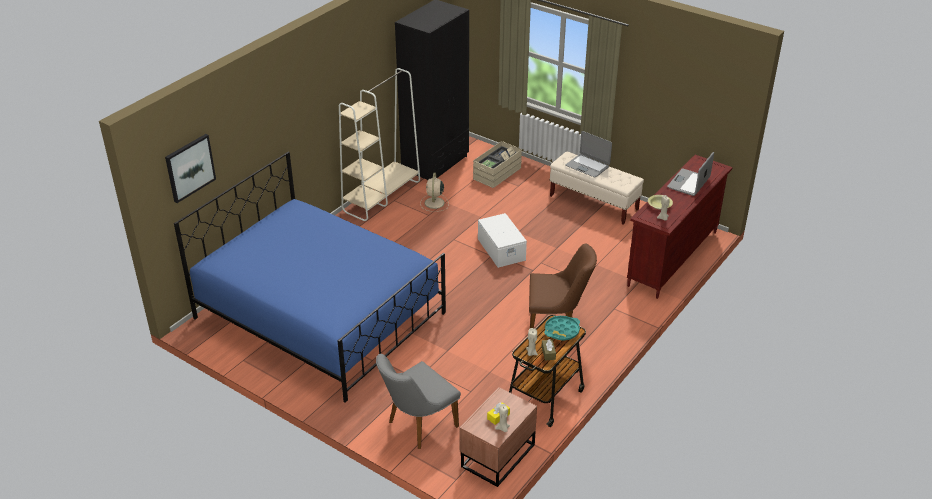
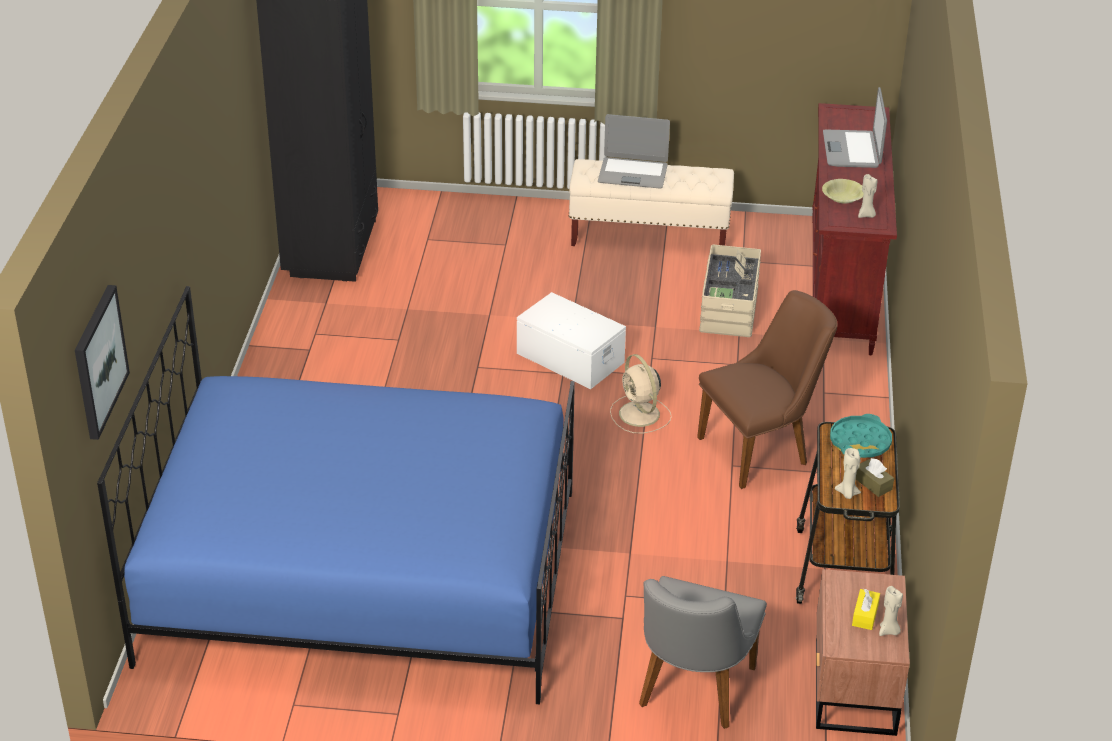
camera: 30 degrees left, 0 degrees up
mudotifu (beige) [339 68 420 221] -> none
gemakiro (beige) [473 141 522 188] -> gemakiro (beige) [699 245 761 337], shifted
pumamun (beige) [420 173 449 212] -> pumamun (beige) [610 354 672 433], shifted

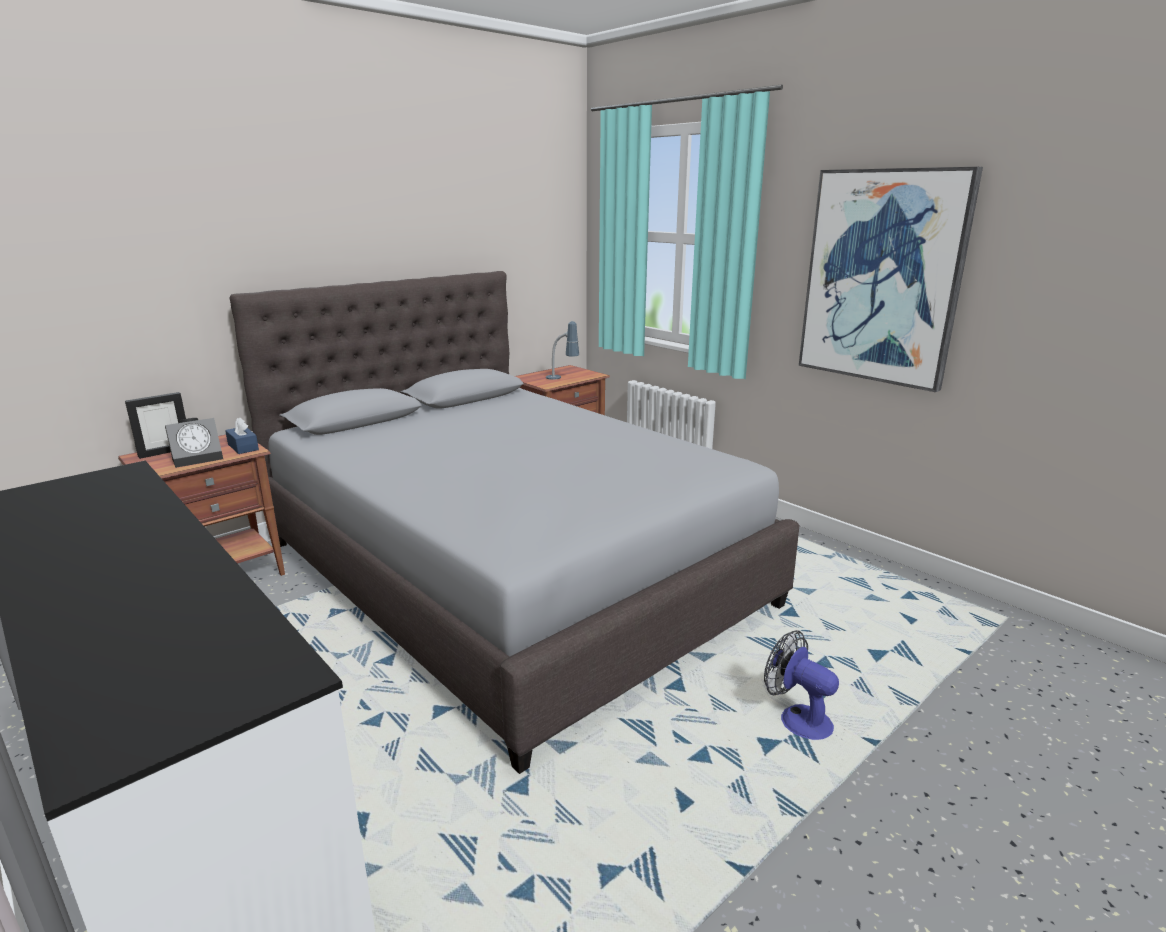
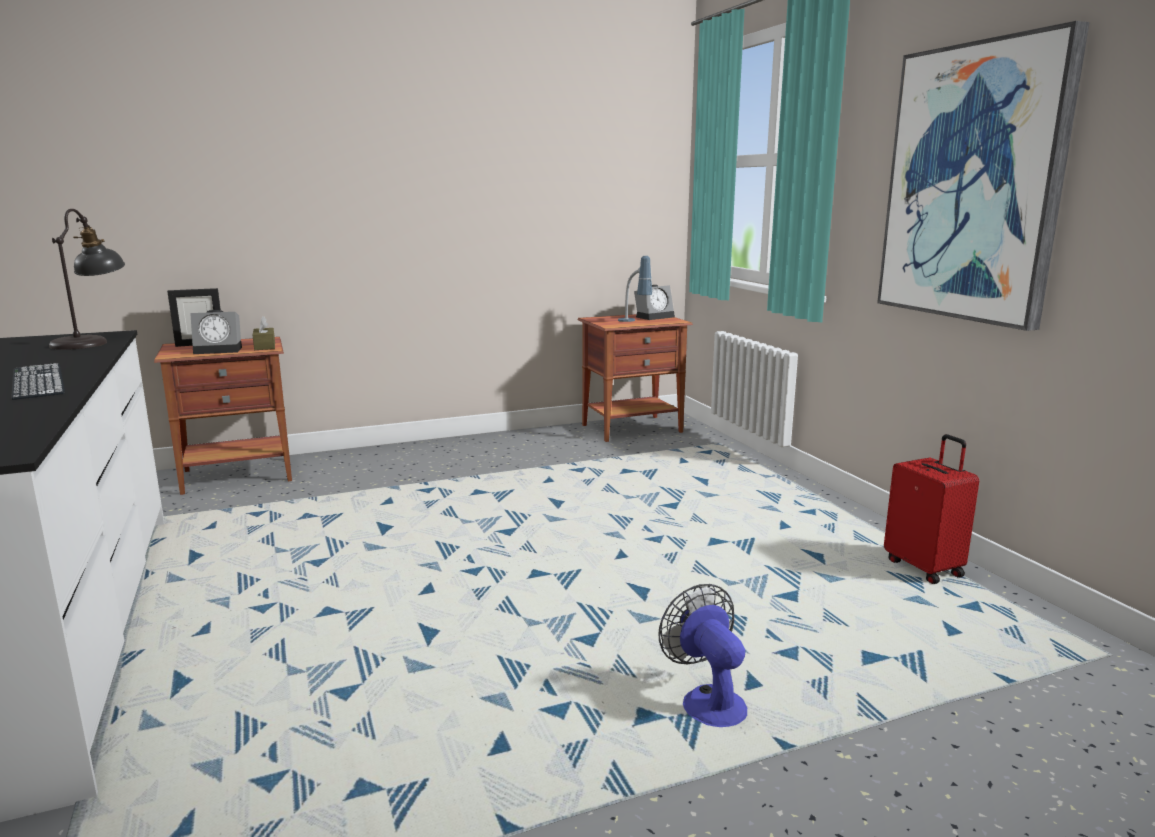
camera: 20 degrees right, 5 degrees down
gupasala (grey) [229 271 800 774] -> none
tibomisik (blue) [225 417 259 454] -> tibomisik (brown) [253 316 275 350]
none -> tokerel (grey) [49 209 125 350]
none -> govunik [634 285 675 320]
none -> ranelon [11 363 65 400]
none -> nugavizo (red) [884 434 979 584]

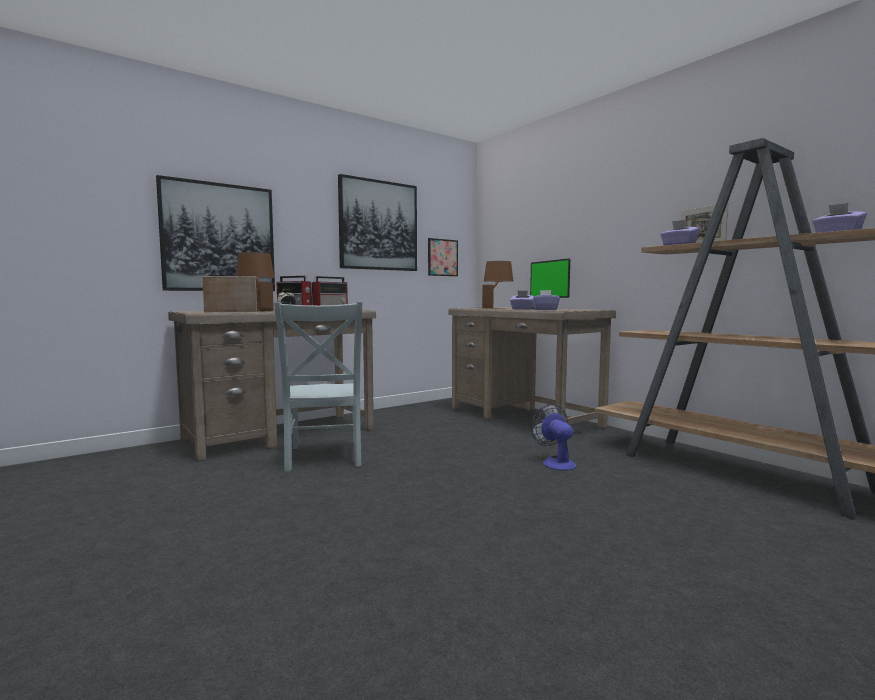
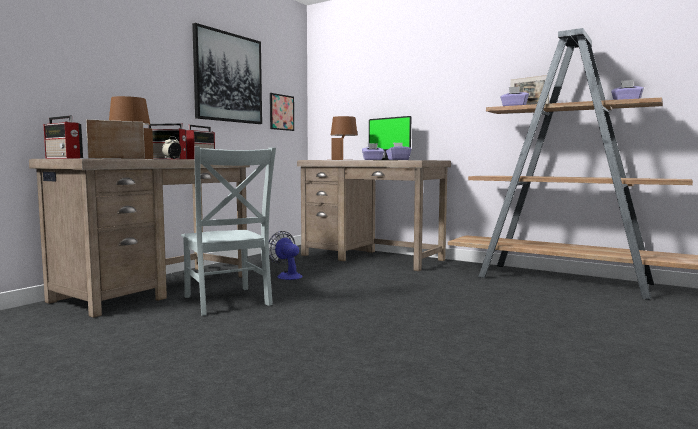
camera: 20 degrees left, 0 degrees up
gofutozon [156 175 275 291] -> none
pumamun [531 404 576 470] -> pumamun [269 231 302 280], shifted
none -> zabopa [44 115 83 159]

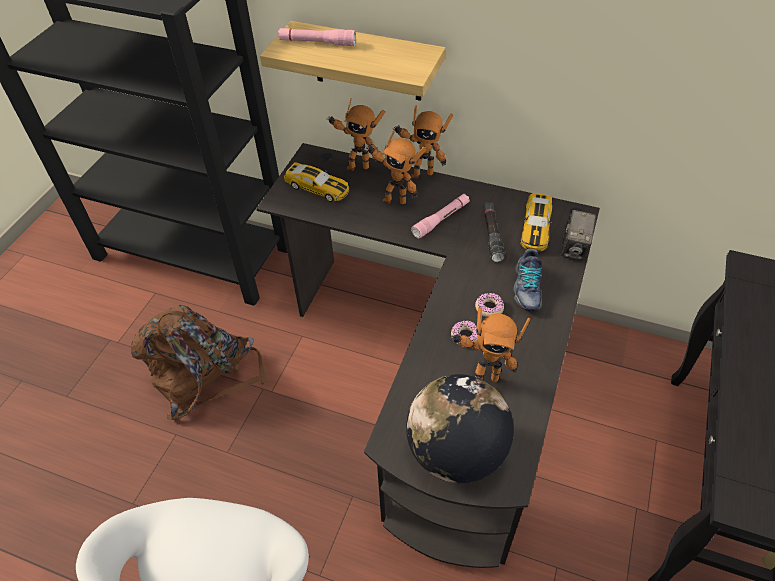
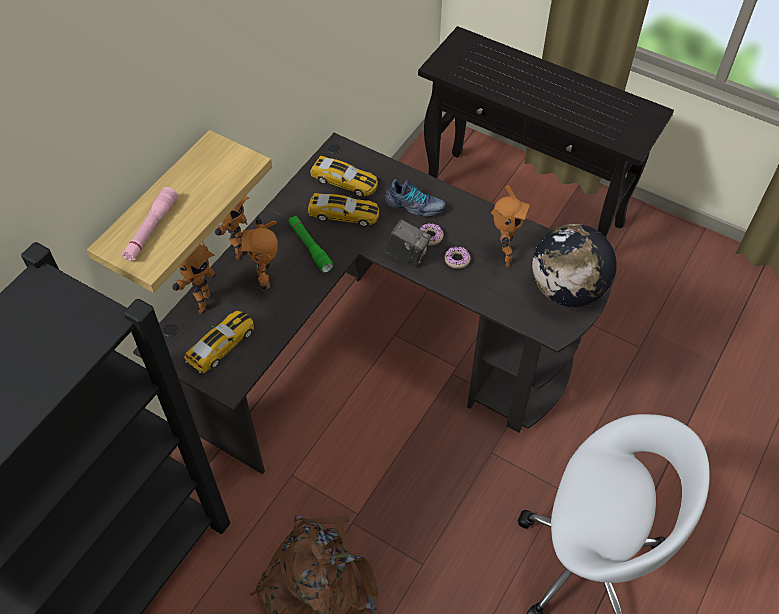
camera: 80 degrees left, 5 degrees up
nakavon [366 130 427 204] -> nakavon [241 216 278 291], 135 degrees clockwise
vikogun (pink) [411 194 470 238] -> vikogun (green) [288 216 334 273]
vikogun (black) [483 202 505 262] -> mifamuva [308 193 379 227]
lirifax [561 210 596 260] -> lirifax [385 220 431 268], shifted

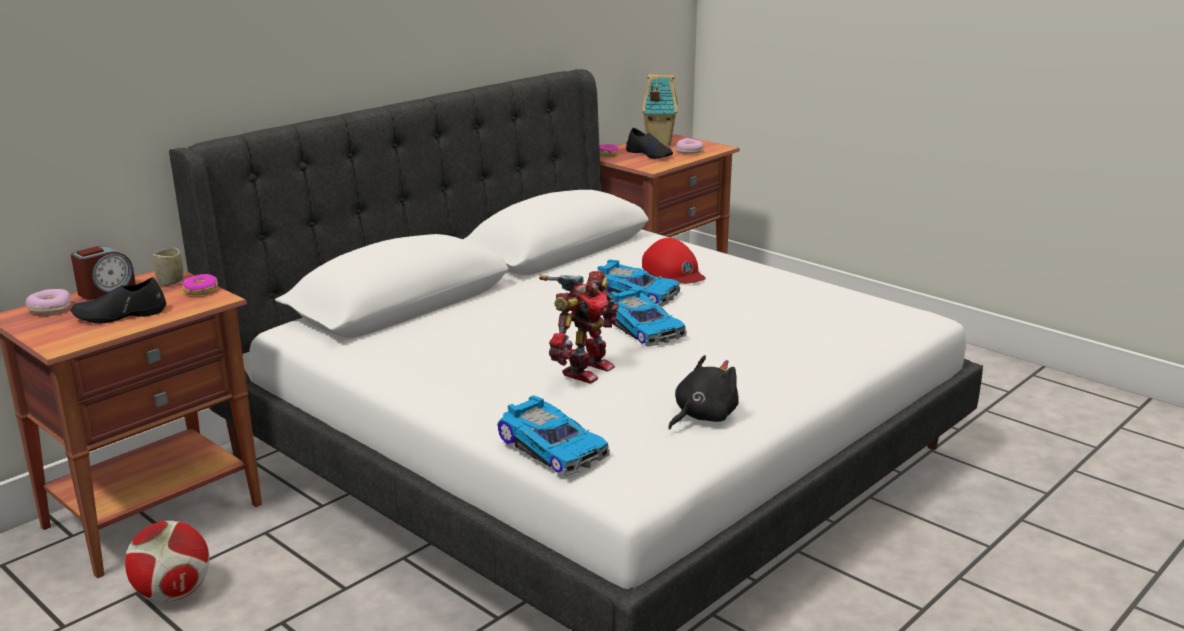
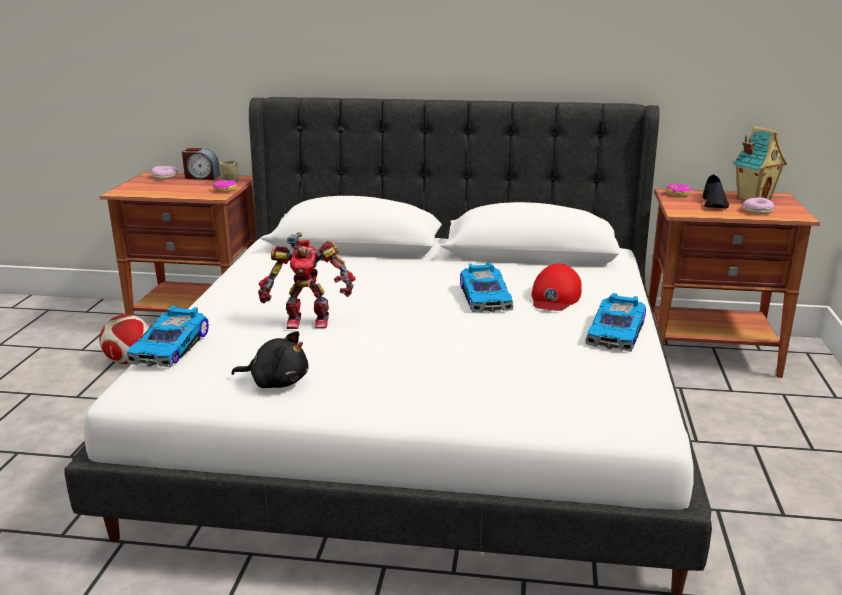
camera: 55 degrees right, 0 degrees up
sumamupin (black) [70 277 166 323] -> none
mifamuva [602 287 687 347] -> mifamuva [586 293 646 352], shifted

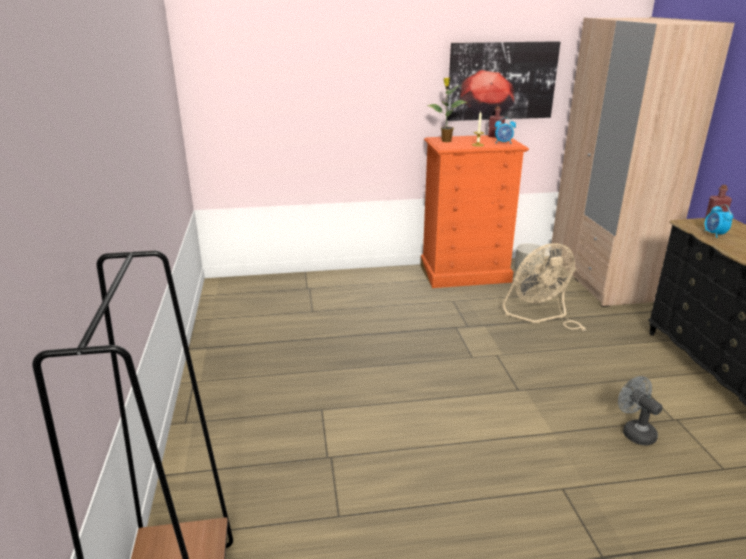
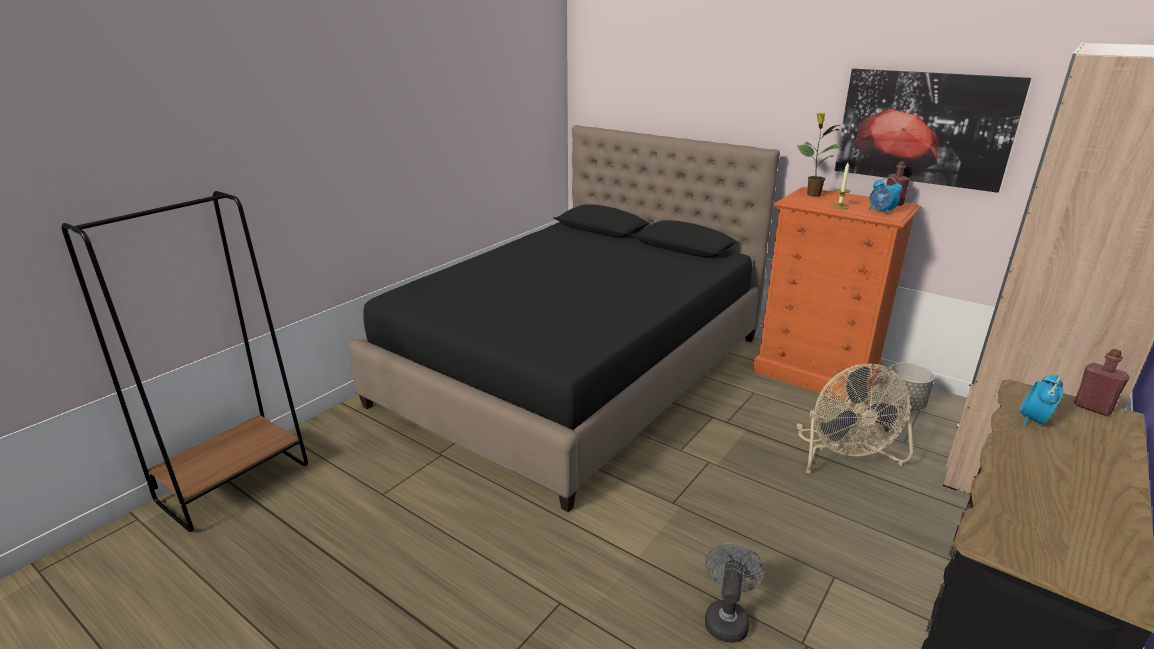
camera: 45 degrees right, 0 degrees up
pumamun (beige) [503 243 586 331] -> pumamun (beige) [797 364 914 473], 150 degrees clockwise
none -> gupasala (black) [348 125 780 512]

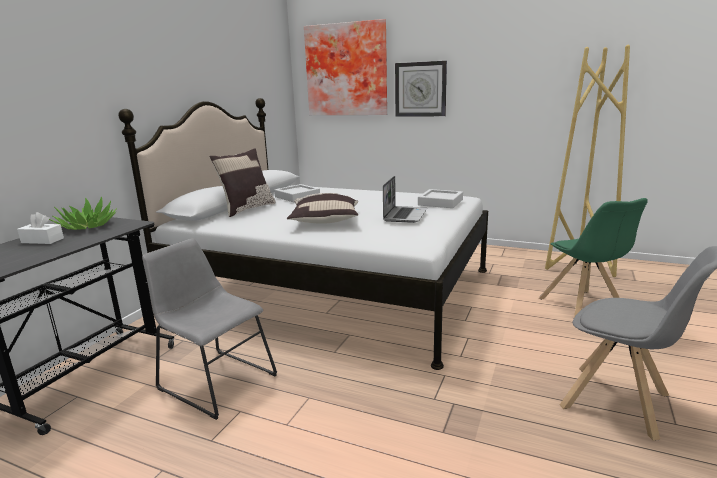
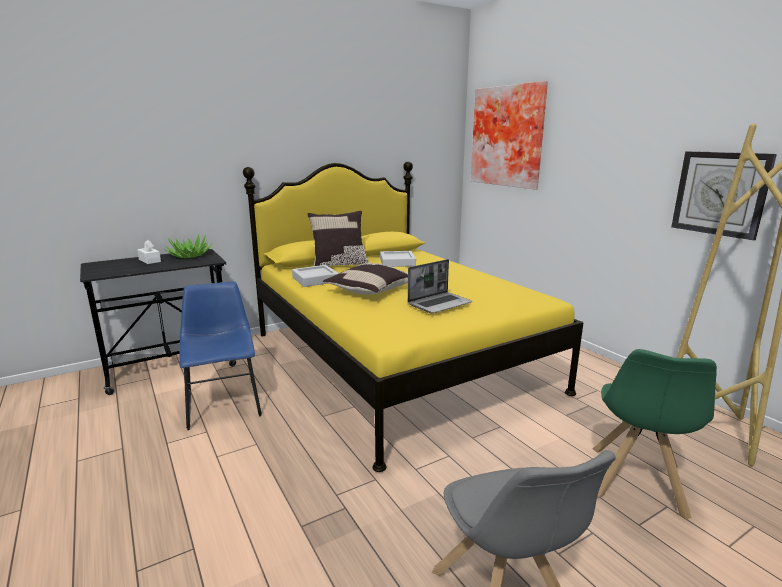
camera: 35 degrees right, 0 degrees up
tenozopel [395 61 447 116] -> tenozopel [671 151 777 241], shifted
gupasala (white) [118 98 488 370] -> gupasala (yellow) [243 162 584 472]
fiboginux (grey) [418 189 463 208] -> fiboginux (grey) [292 265 339 287], shifted
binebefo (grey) [142 239 277 420] -> binebefo (blue) [179 281 262 430]

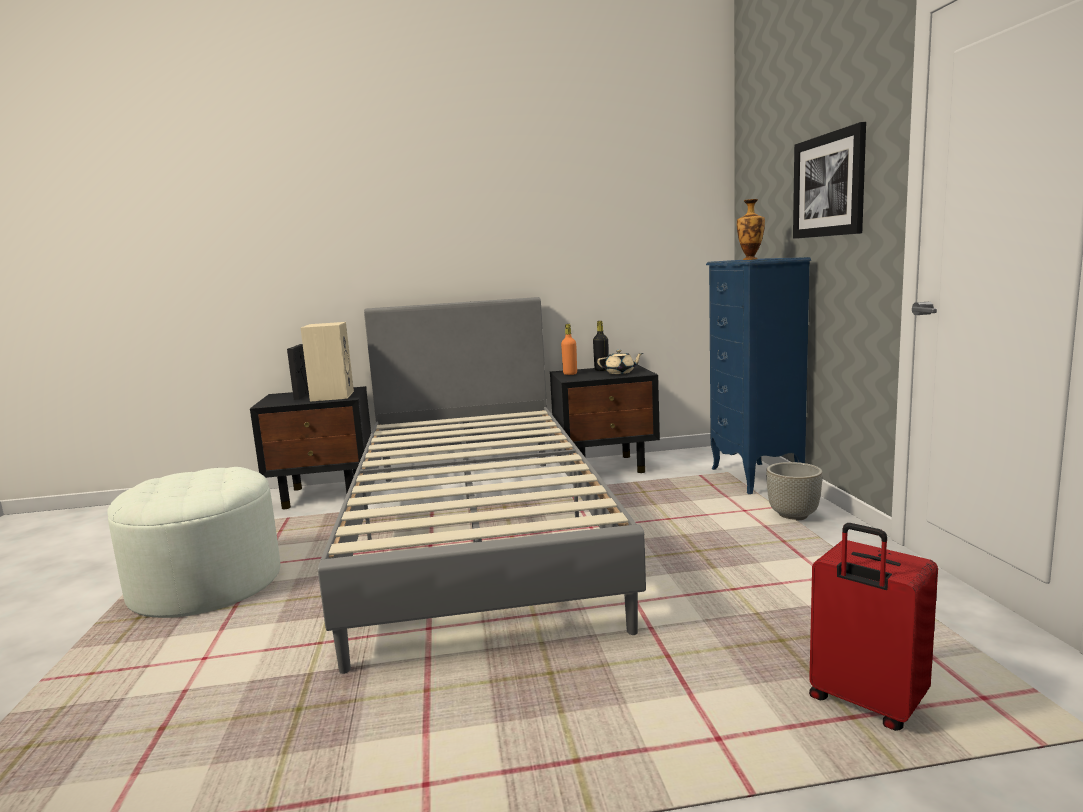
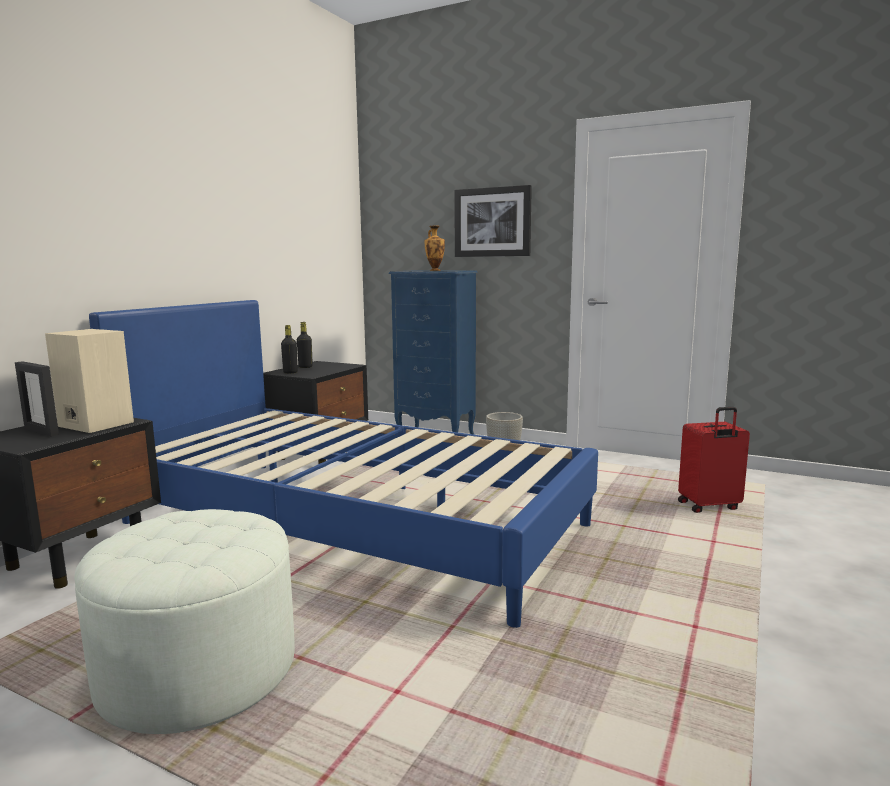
camera: 55 degrees left, 0 degrees up
gupasala (grey) [318 297 646 674] -> gupasala (blue) [89 300 598 628]
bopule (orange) [561 324 577 375] -> bopule (black) [281 325 298 374]
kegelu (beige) [597 350 643 374] -> none

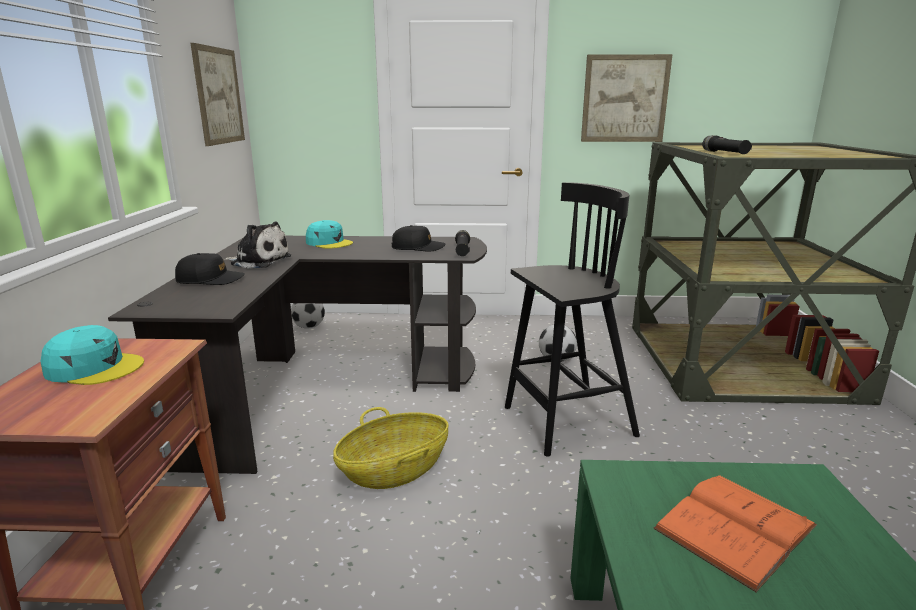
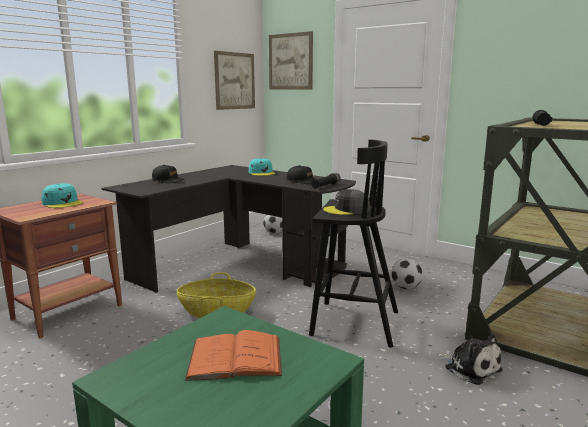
camera: 35 degrees right, 5 degrees down
gofutozon [581 54 673 142] -> gofutozon [269 31 313 89], shifted
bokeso [224 221 291 269] -> bokeso [438 334 503 385], shifted
none -> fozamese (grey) [323 189 370 215]

